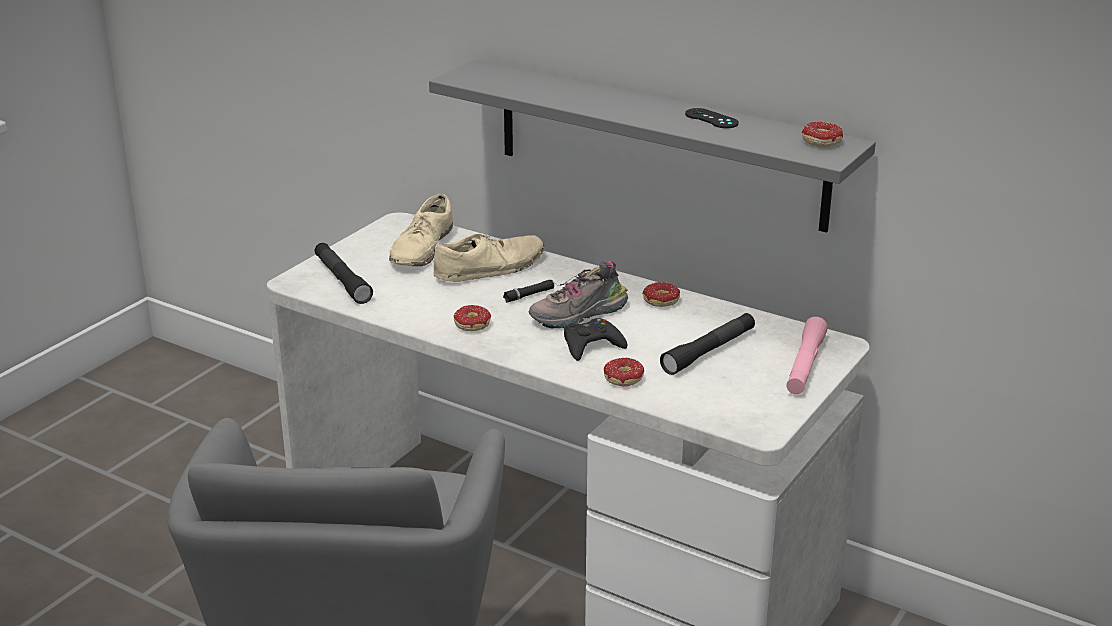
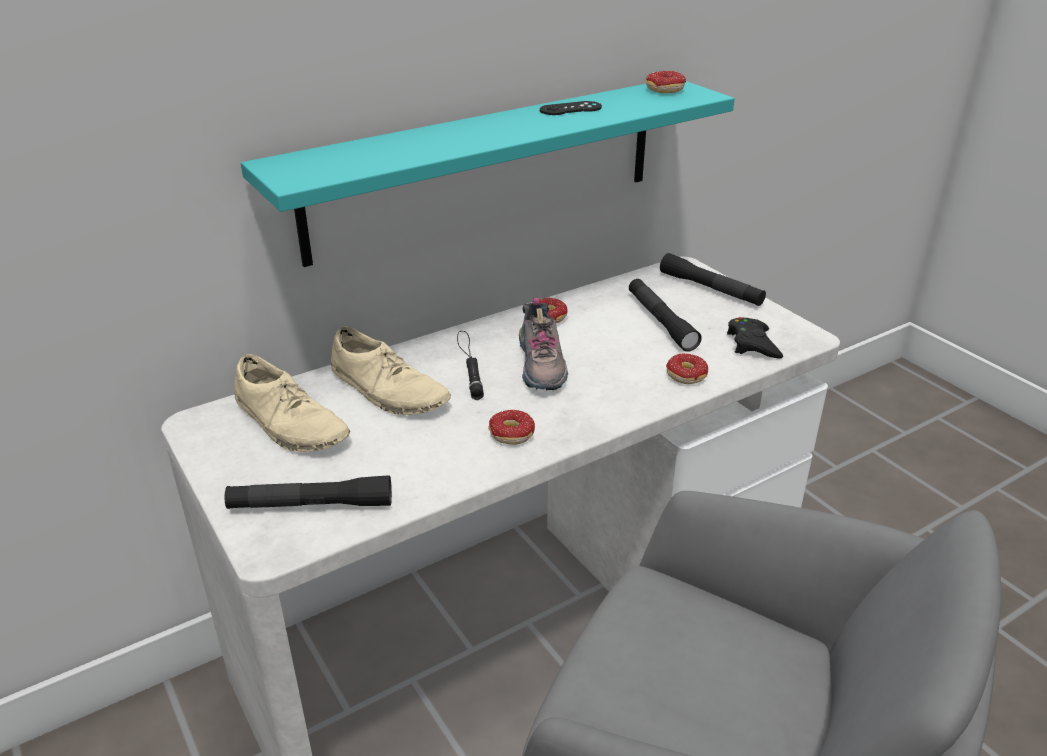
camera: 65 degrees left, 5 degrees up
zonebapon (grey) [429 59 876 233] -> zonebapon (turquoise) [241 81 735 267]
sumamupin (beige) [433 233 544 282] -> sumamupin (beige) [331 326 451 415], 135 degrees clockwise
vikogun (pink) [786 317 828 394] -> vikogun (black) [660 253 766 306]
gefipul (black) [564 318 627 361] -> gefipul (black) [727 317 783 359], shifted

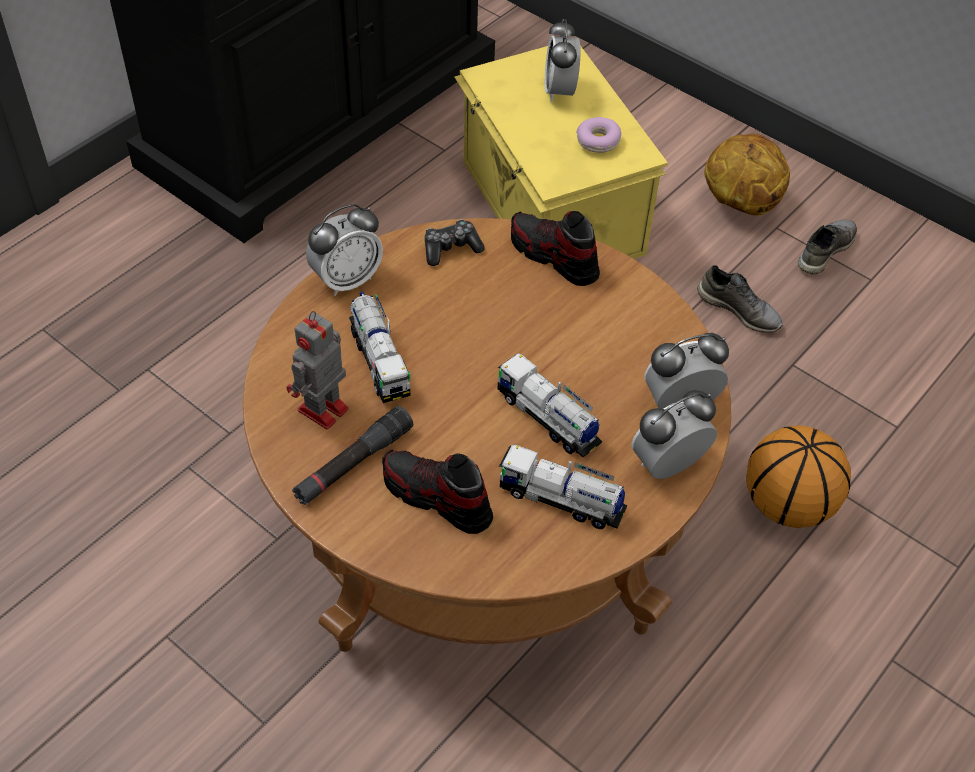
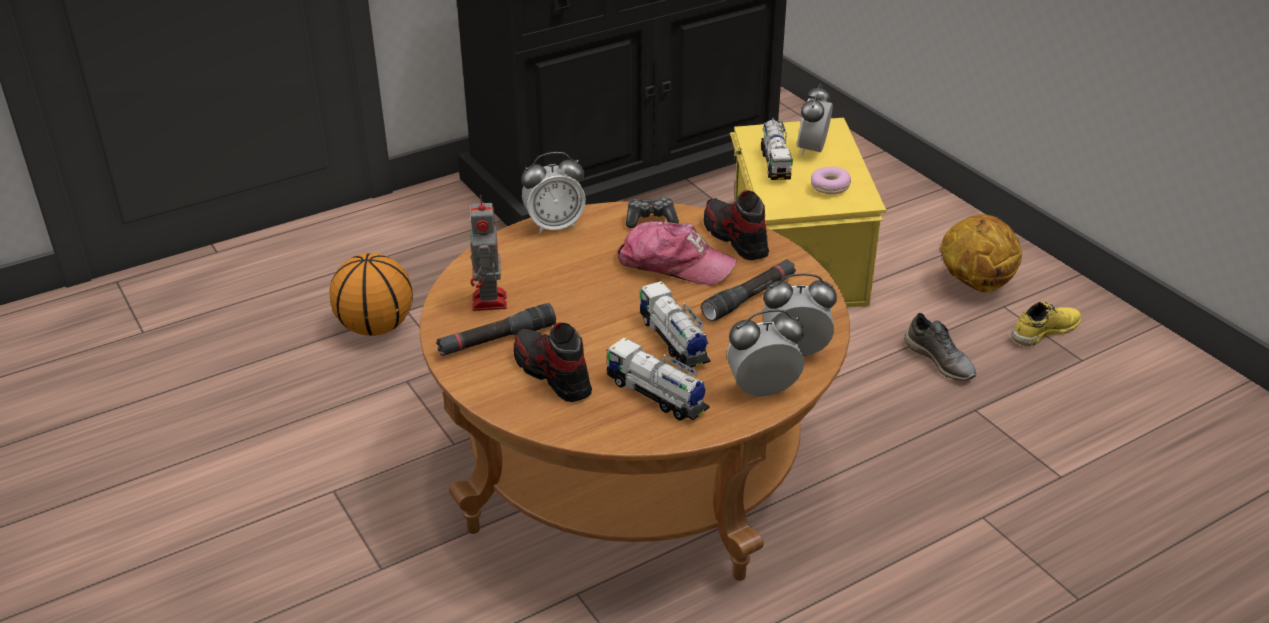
camera: 20 degrees right, 15 degrees down
sumamupin (grey) [798 220 857 274] -> sumamupin (yellow) [1011 302 1082 346]
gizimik [349 291 411 403] -> gizimik [761 117 793 180], shifted
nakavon [286 311 349 430] -> nakavon [470 195 507 311], 60 degrees counterclockwise
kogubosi [746 425 851 528] -> kogubosi [329 253 413 336], shifted
none -> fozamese [617 221 737 285]
none -> vikogun (black) [701 259 796 321]

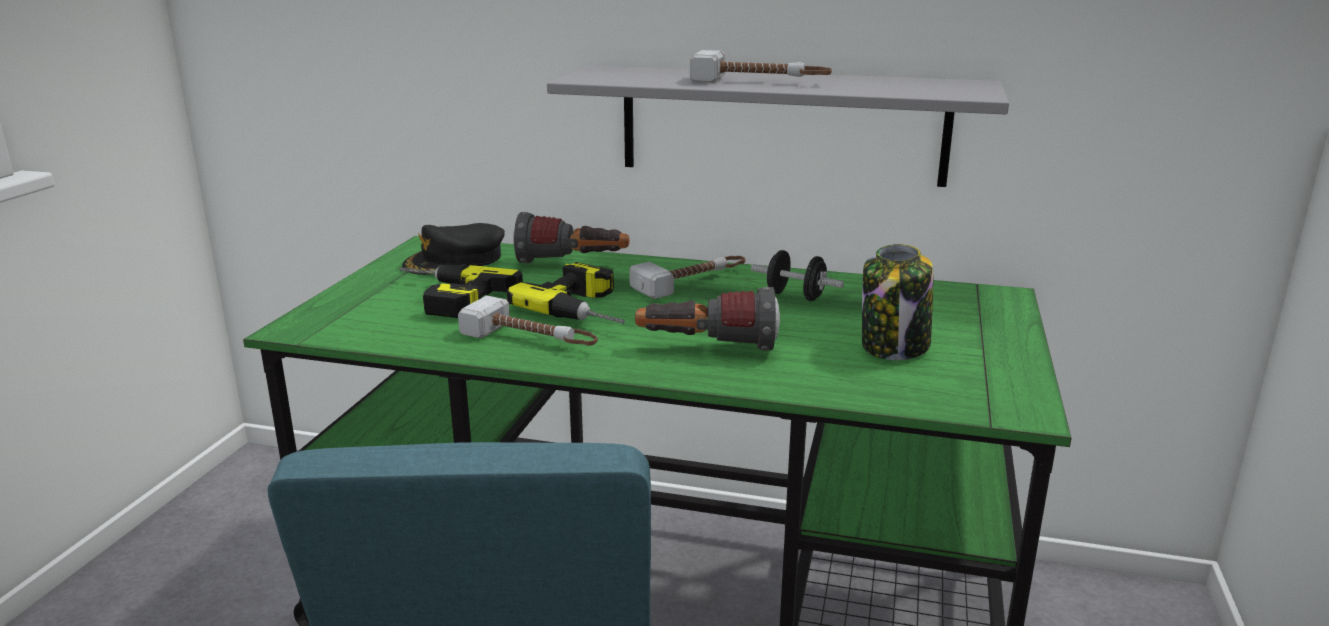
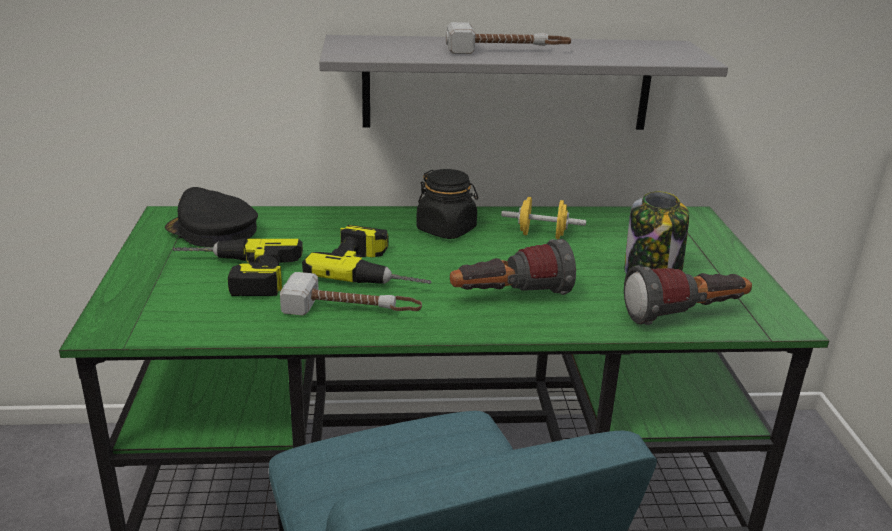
camera: 20 degrees left, 5 degrees up
vikogun [513 212 629 263] -> vikogun [624 265 752 325], shifted
fozamese (black) [402 223 505 275] -> fozamese (black) [165 187 258 247], 90 degrees clockwise
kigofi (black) [751 250 844 301] -> kigofi (yellow) [501 197 586 239]
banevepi [629 256 745 299] -> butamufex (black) [416 169 478 239]

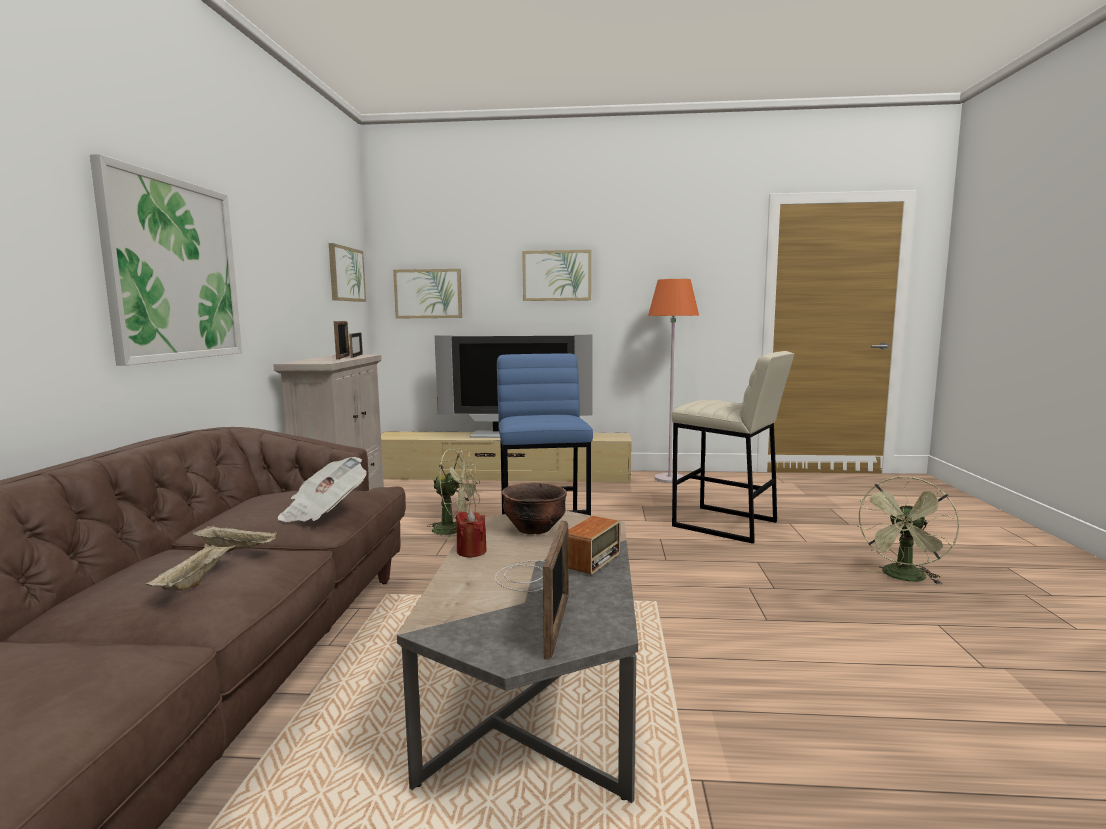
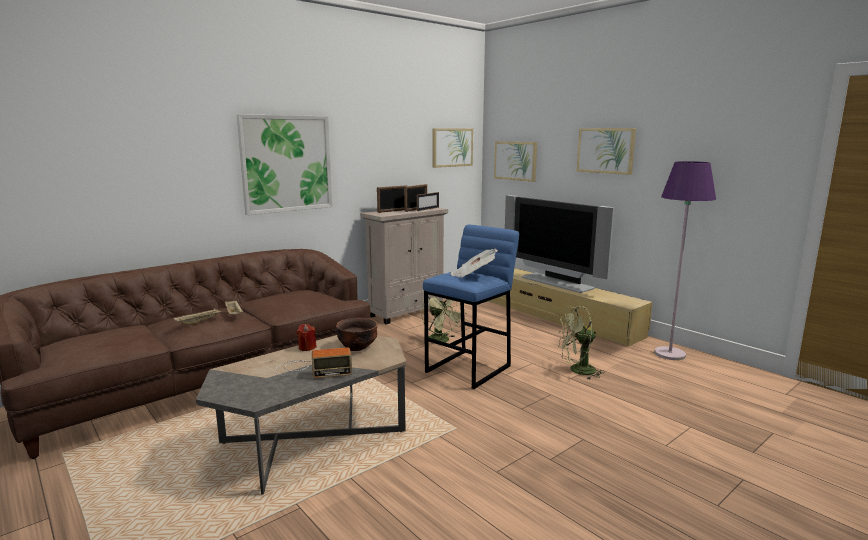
camera: 45 degrees right, 5 degrees up
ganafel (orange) [648 279 699 483] -> ganafel (purple) [654 161 716 360]
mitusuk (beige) [672 351 794 544] -> none
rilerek [278 457 367 522] -> rilerek [450 249 498 278], shifted
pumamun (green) [857 477 959 585] -> pumamun (green) [558 306 605 379], shifted
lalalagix [543 520 569 660] -> lalalagix [377 185 407 213], shifted

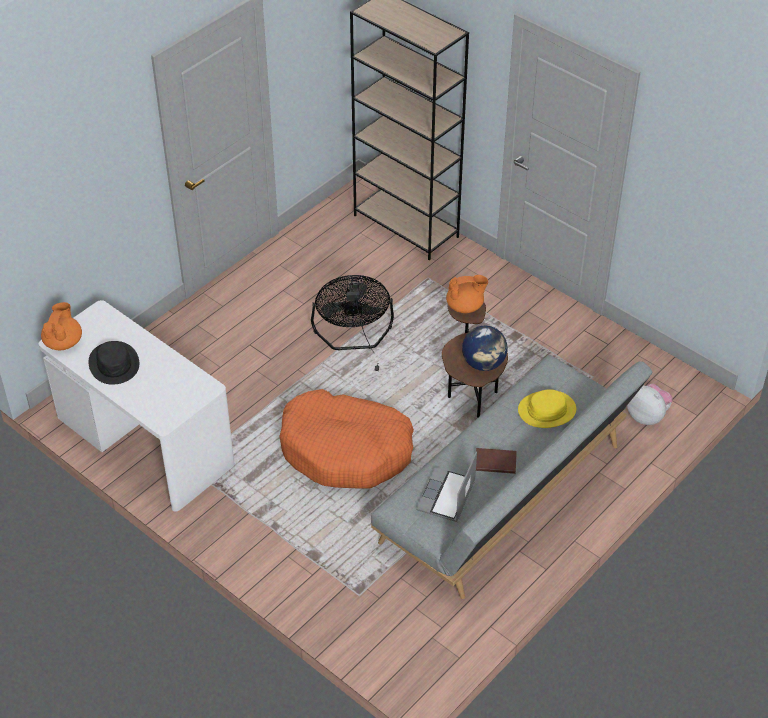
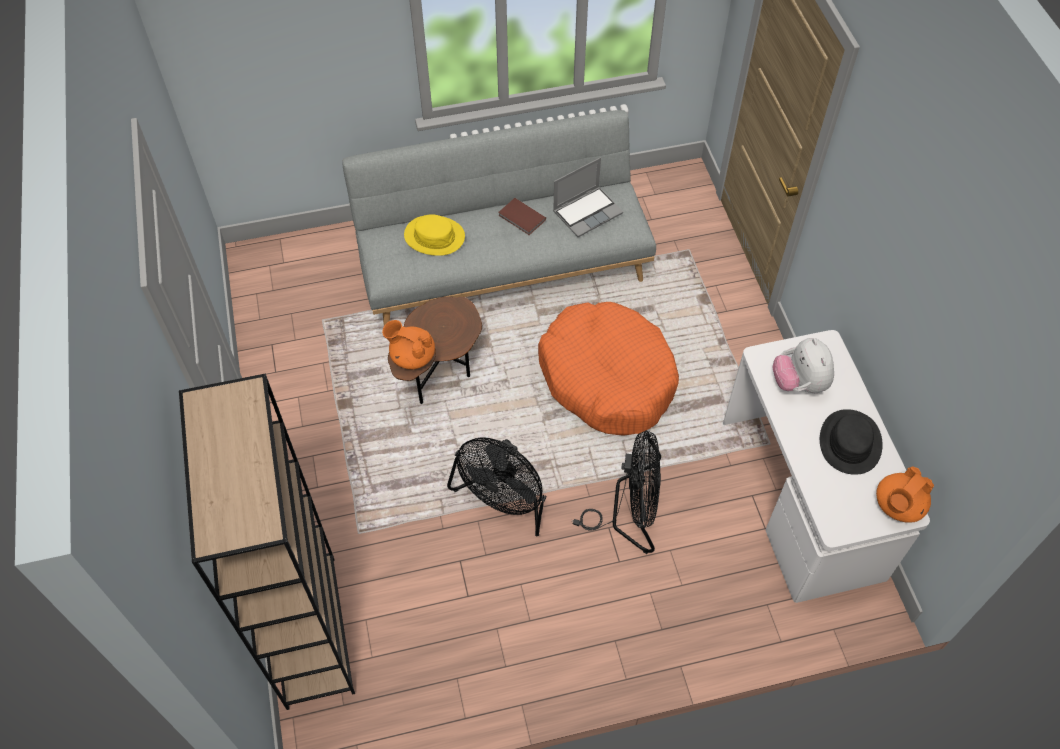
camera: 145 degrees left, 10 degrees up
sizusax [462 326 508 371] -> none
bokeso [627 383 673 425] -> bokeso [772 338 834 393], shifted
none -> pumamun (black) [571 430 661 554]

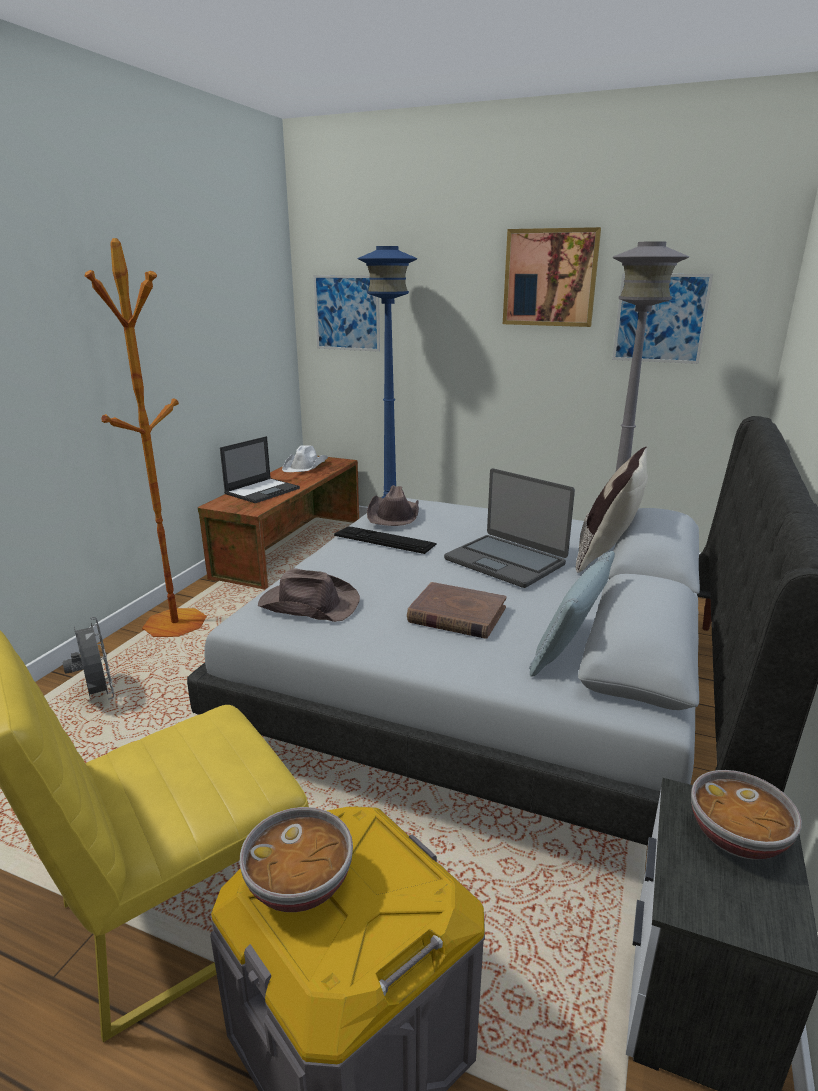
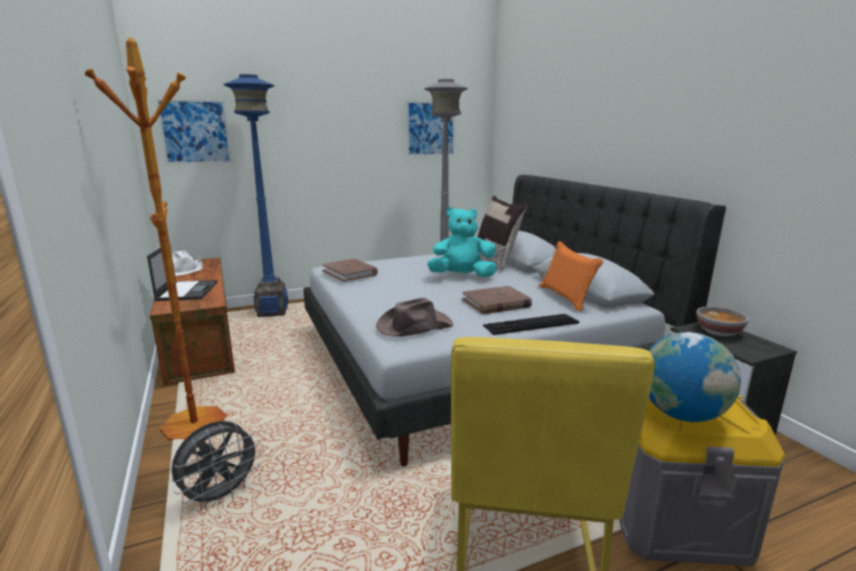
camera: 45 degrees left, 5 degrees down
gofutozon [503 227 601 327] -> none
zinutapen [444 468 575 588] -> bokeso (turquoise) [427 207 497 277]
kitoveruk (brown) [367 485 419 526] -> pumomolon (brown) [322 258 378 282]
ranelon [334 526 437 554] -> ranelon [483 314 579 335], shifted
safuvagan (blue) [529 551 615 677] -> safuvagan (orange) [539 241 603 312]
pumamun (grey) [62 617 114 700] -> pumamun (grey) [171 421 262 509], 120 degrees clockwise
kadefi [239 807 353 912] -> sizusax [648 332 741 422]

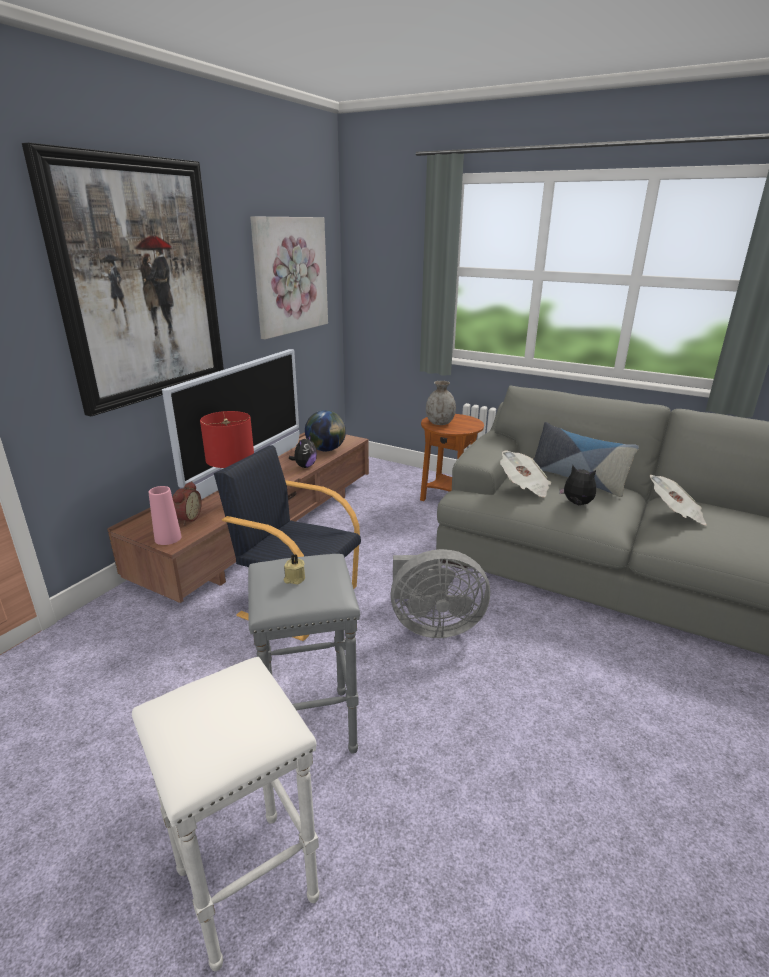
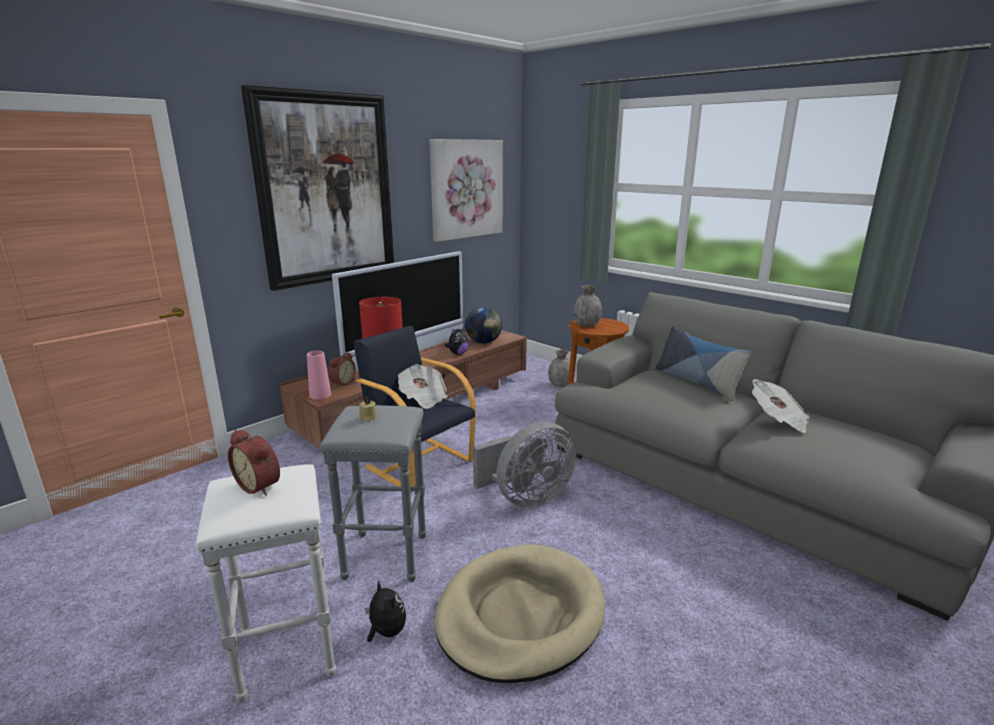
camera: 15 degrees right, 5 degrees down
rilerek [500 450 551 498] -> rilerek [398 364 448 409], shifted
bokeso [559 465 596 505] -> bokeso [365 580 406 642], shifted
pumamun (grey) [391 549 490 638] -> pumamun (grey) [473 422 576 508], 45 degrees counterclockwise
none -> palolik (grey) [548 350 570 387]
none -> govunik [228 430 280 496]
none -> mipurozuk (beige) [434 544 605 683]

